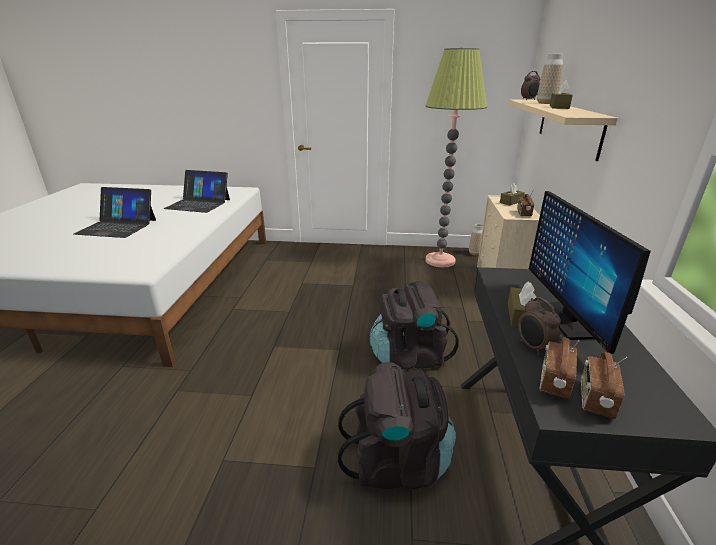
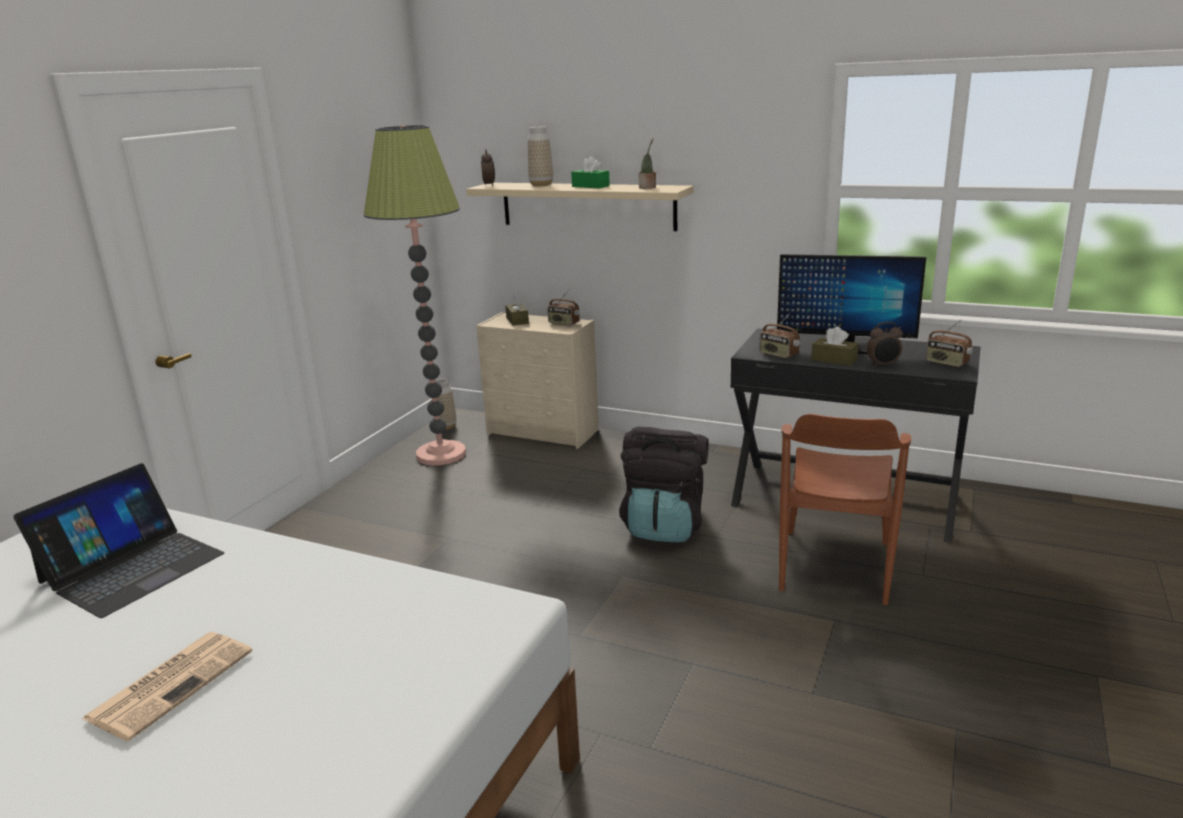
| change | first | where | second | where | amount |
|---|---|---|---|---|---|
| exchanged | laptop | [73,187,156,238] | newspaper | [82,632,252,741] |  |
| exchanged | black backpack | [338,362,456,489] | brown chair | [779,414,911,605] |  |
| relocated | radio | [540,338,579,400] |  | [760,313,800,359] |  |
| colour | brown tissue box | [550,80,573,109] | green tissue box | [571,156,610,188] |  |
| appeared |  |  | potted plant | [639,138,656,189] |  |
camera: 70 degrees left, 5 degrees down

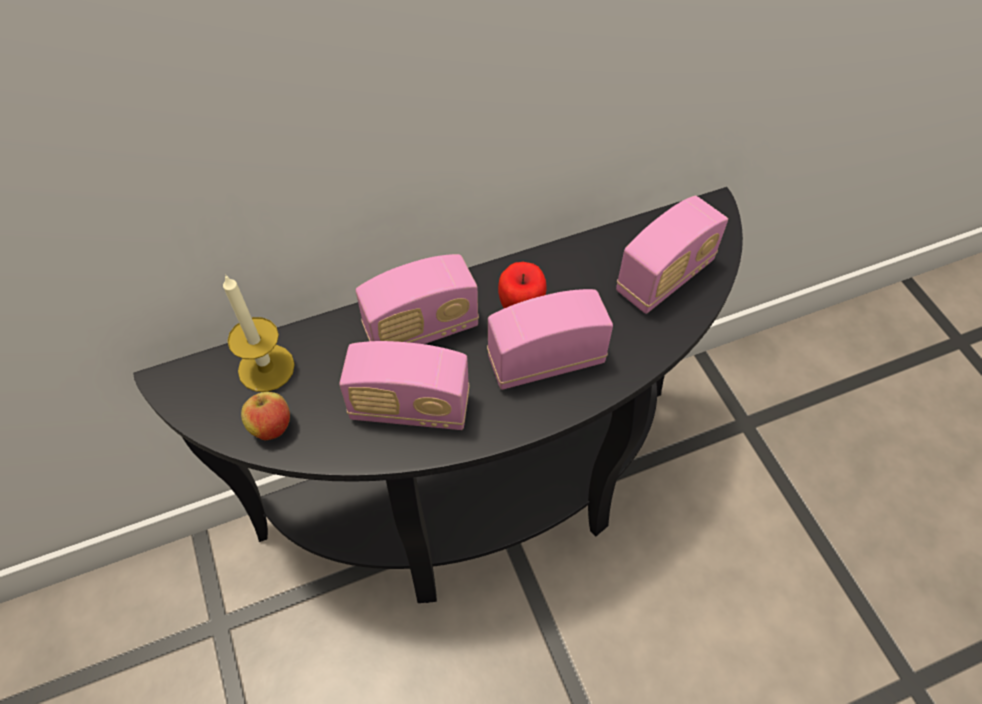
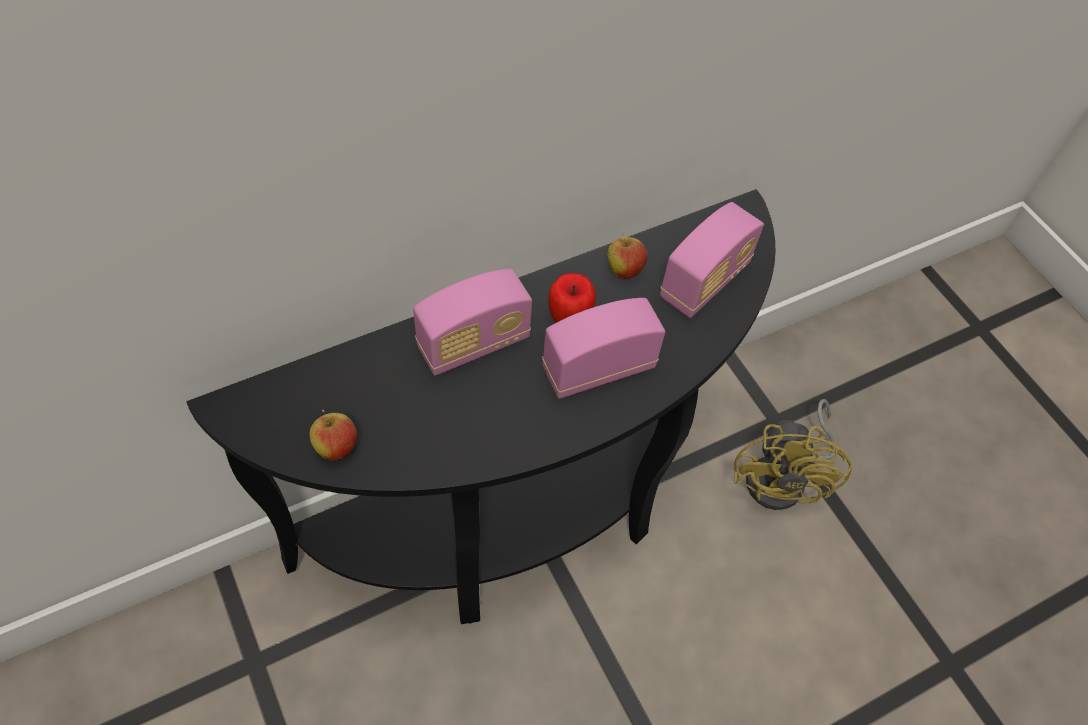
| change | first | where | second | where | amount |
|---|---|---|---|---|---|
| missing | candle | [223,274,295,392] |  |  |  |
| missing | radio | [339,341,470,430] |  |  |  |
| appeared |  |  | apple | [607,232,648,279] |  |
| appeared |  |  | yellow fan | [734,399,852,510] |  |
camera: 10 degrees left, 0 degrees up

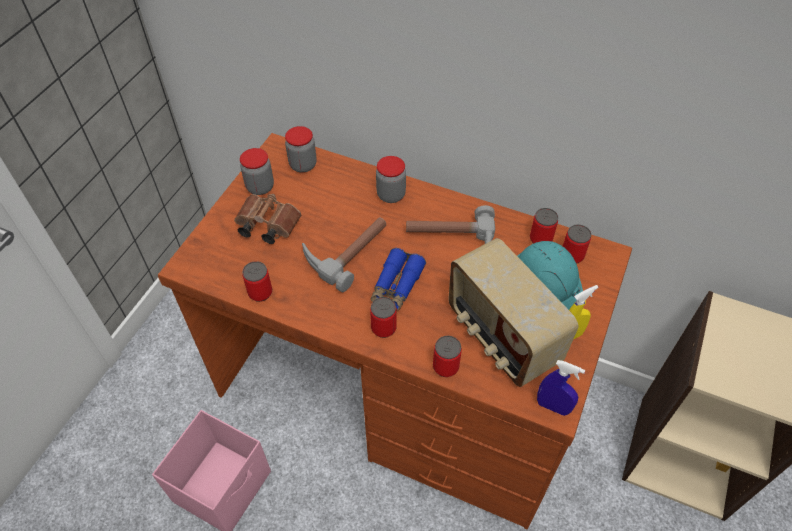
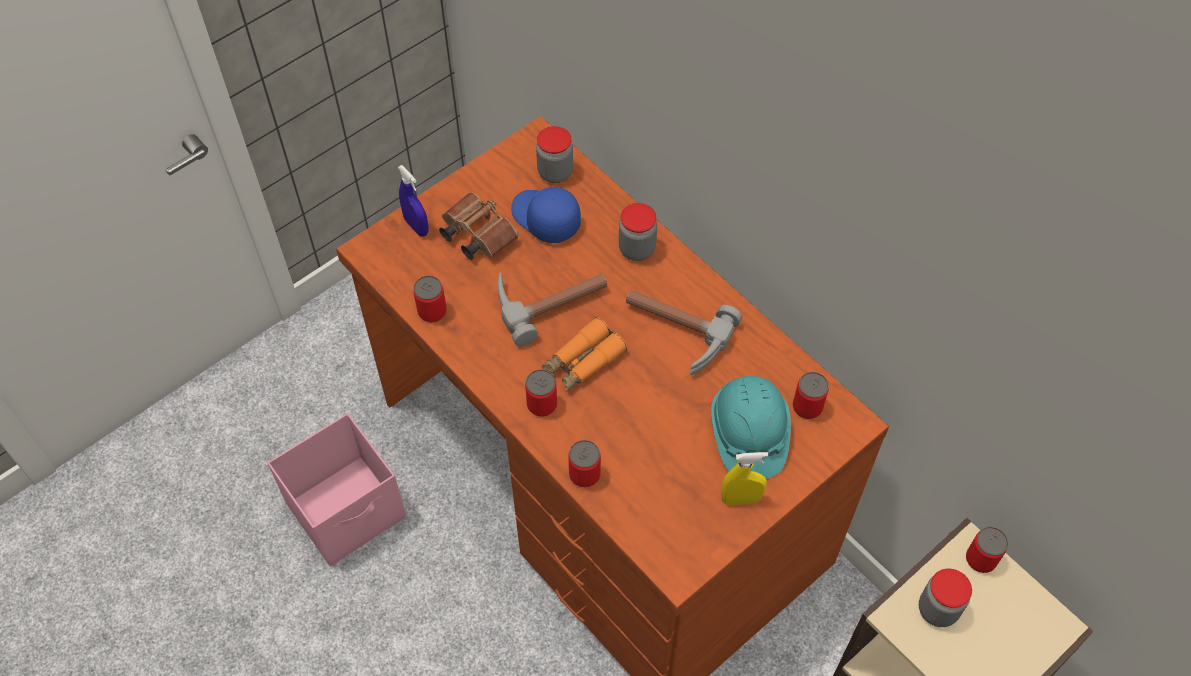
| change | first | where | second | where | amount |
|---|---|---|---|---|---|
| relocated | jar | [240,148,274,195] |  | [919,569,972,627] |  |
| colour | blue binoculars | [371,248,426,311] | orange binoculars | [542,317,627,391] |  |
| missing | radio | [448,238,579,387] |  |  |  |
| relocated | can | [530,208,558,244] |  | [966,527,1008,573] |  |
| relocated | blue spray bottle | [537,360,585,416] |  | [398,165,429,237] |  |
| appeared |  |  | blue cap | [511,187,581,243] |  |
camera: 25 degrees right, 5 degrees up

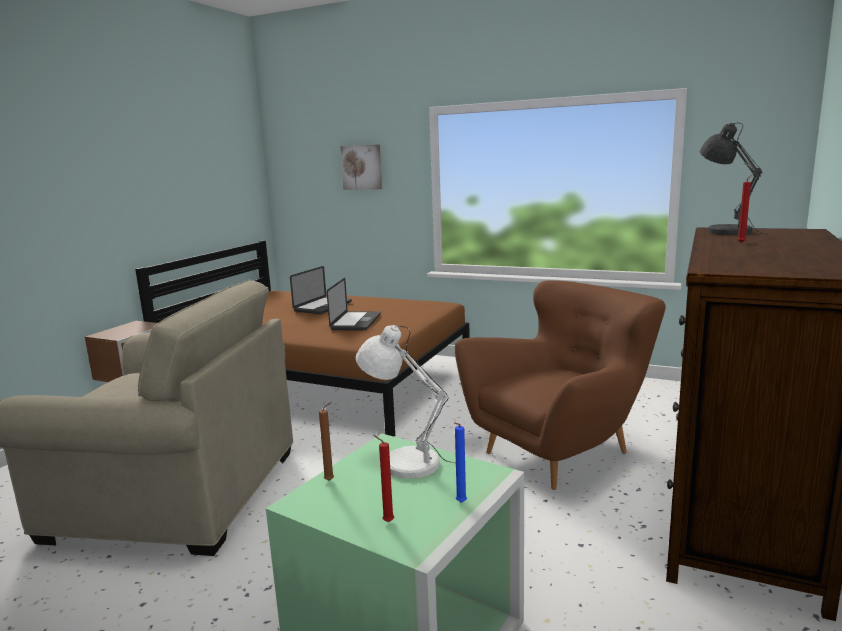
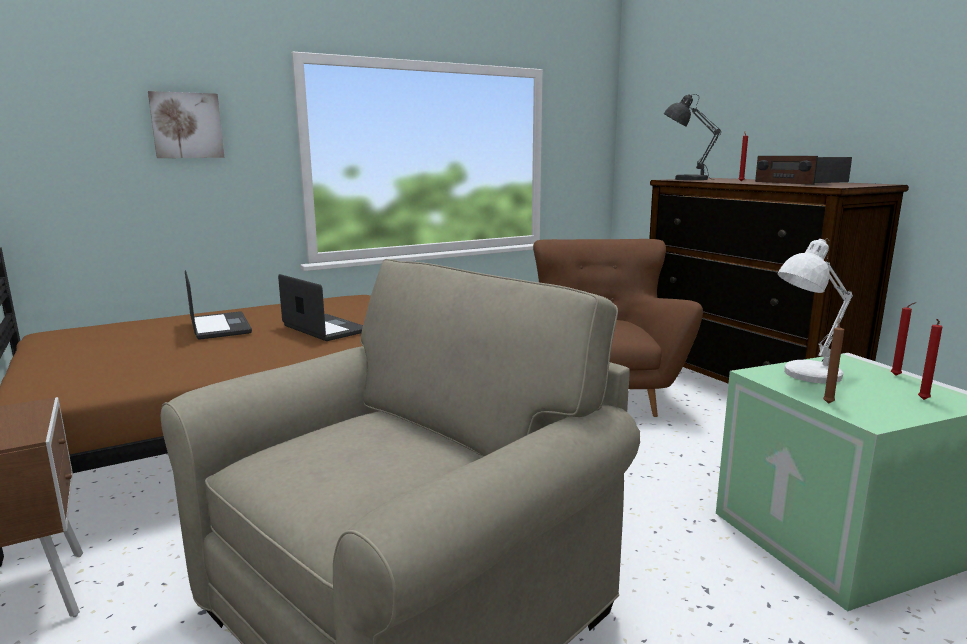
| change | first | where | second | where | amount |
|---|---|---|---|---|---|
| colour | blue candle | [454,422,467,503] | red candle | [891,302,917,376] |  |
| appeared |  |  | radio | [755,156,852,185] |  |
camera: 55 degrees left, 0 degrees up

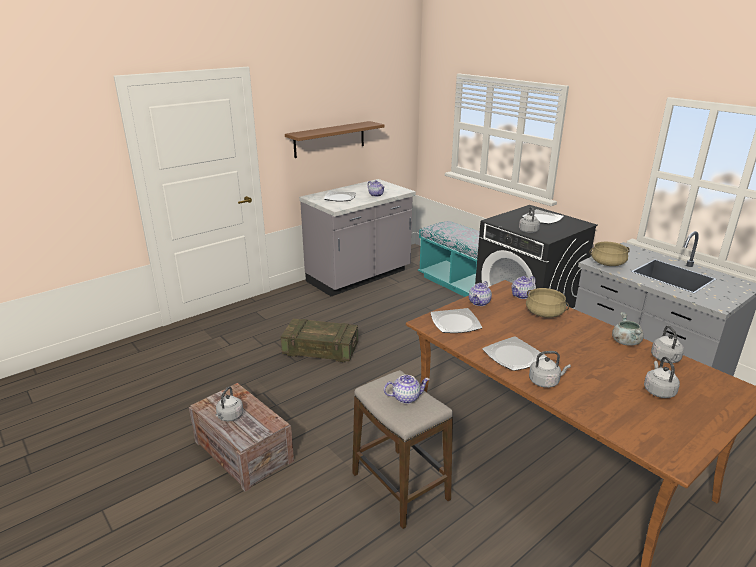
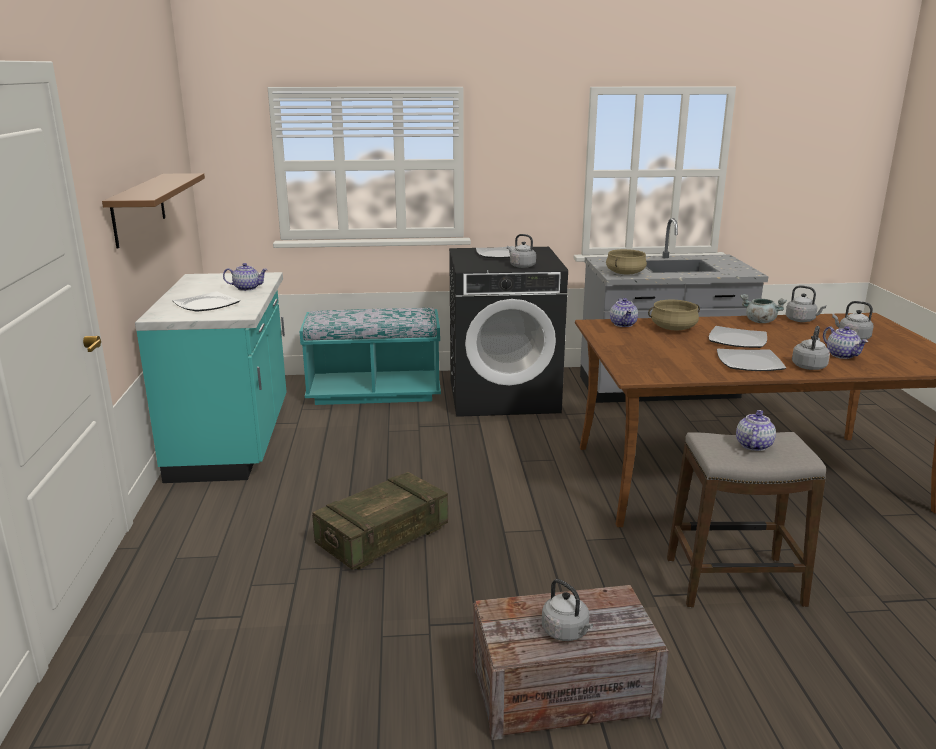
| change | first | where | second | where | amount |
|---|---|---|---|---|---|
| colour | grey counter | [299,179,416,296] | turquoise counter | [135,272,287,483] |  |
| relocated | plate | [430,308,482,333] |  | [709,326,767,348] |  |
| relocated | teapot | [469,281,492,306] |  | [823,326,868,359] |  |
camera: 55 degrees left, 5 degrees down

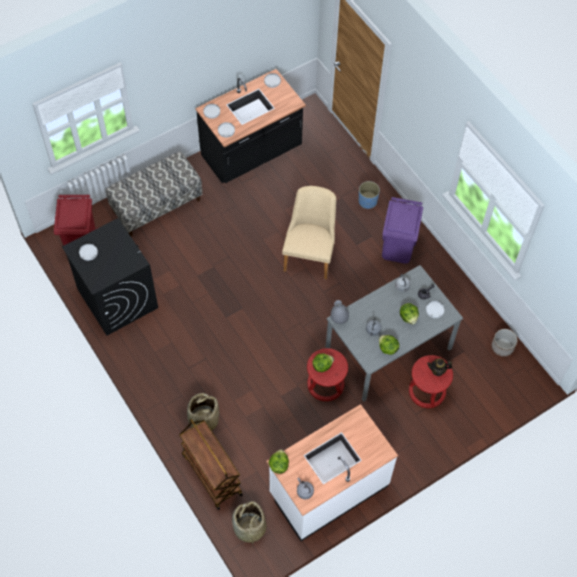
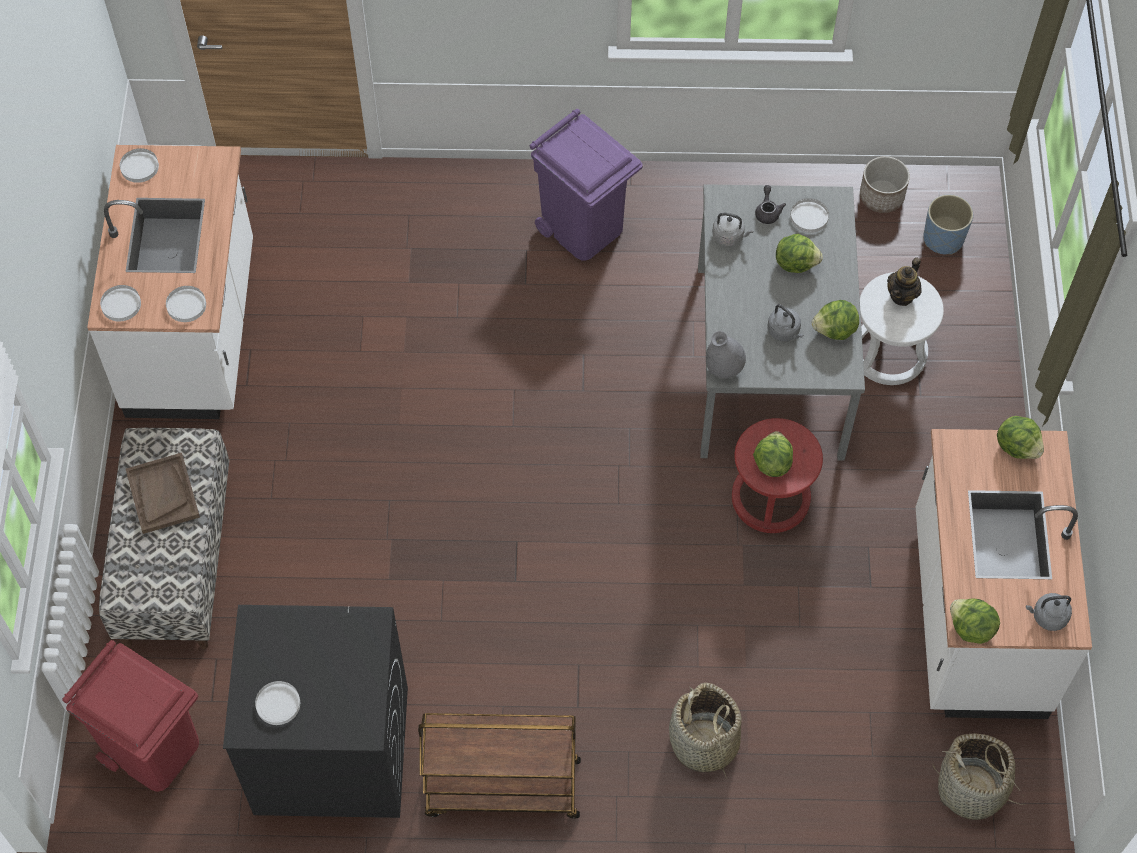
| change | first | where | second | where | amount |
|---|---|---|---|---|---|
| relocated | brown cart | [179,419,243,510] |  | [418,713,581,819] |  |
| colour | black counter | [195,69,306,183] | white counter | [87,145,253,419] |  |
| missing | beige chair | [282,186,336,280] |  |  |  |
| relocated | blue planter | [359,181,380,209] |  | [924,194,973,255] |  |
| colour | red stool | [409,355,453,408] | white stool | [860,272,944,385] |  |
| appeared |  |  | brown tray | [126,453,200,534] |  |
| appeared |  |  | lettuce | [997,416,1044,459] |  |
camera: 55 degrees left, 0 degrees up

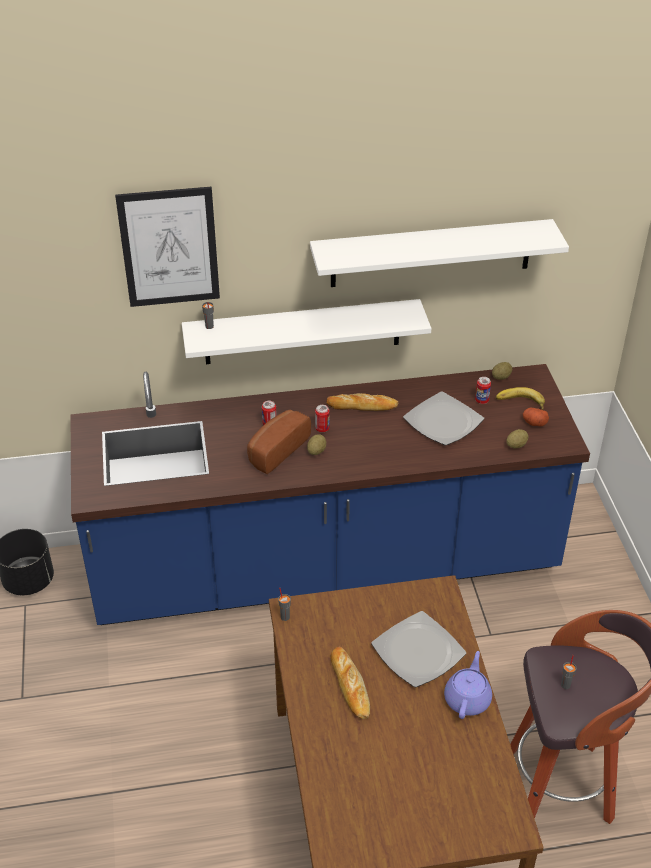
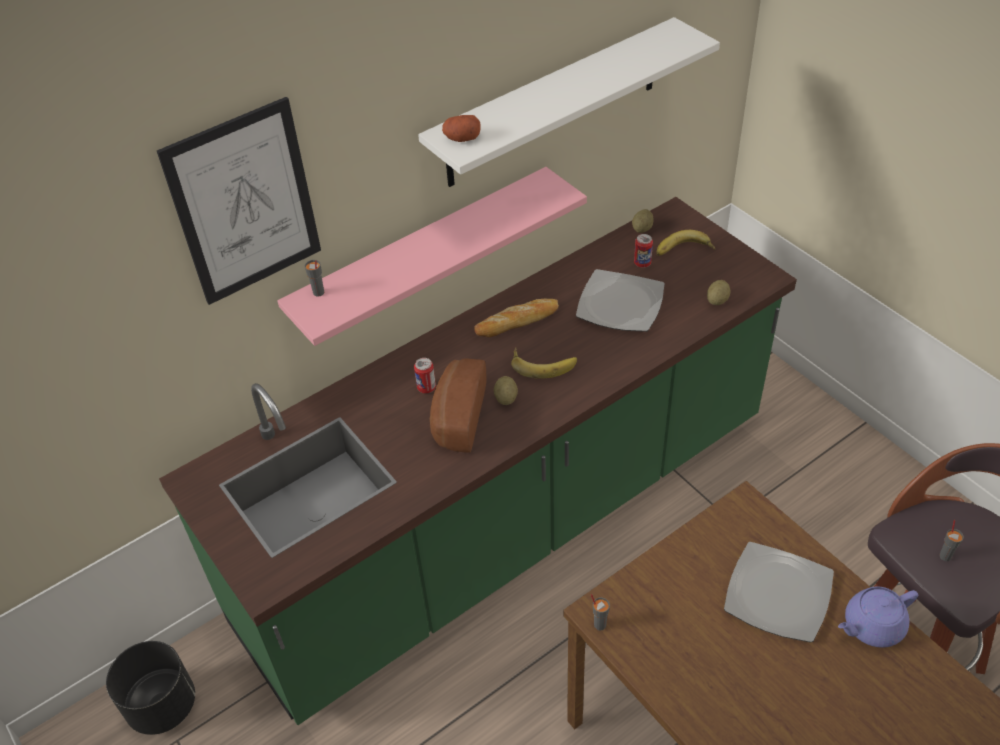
| change | first | where | second | where | amount |
|---|---|---|---|---|---|
| colour | blue counter | [71,364,590,625] | green counter | [159,197,797,725] |  |
| colour | white shelf | [182,299,431,364] | pink shelf | [278,167,587,346] |  |
| missing | can | [315,405,330,432] |  |  |  |
| missing | bread | [331,647,370,719] |  |  |  |
| spun | purple teapot | [444,651,492,719] |  | [838,586,918,648] | 105 degrees counterclockwise |
| relocated | potato | [523,408,549,426] |  | [442,115,481,142] |  |
| appeared |  |  | banana | [511,348,577,379] |  |
camera: 25 degrees left, 5 degrees up

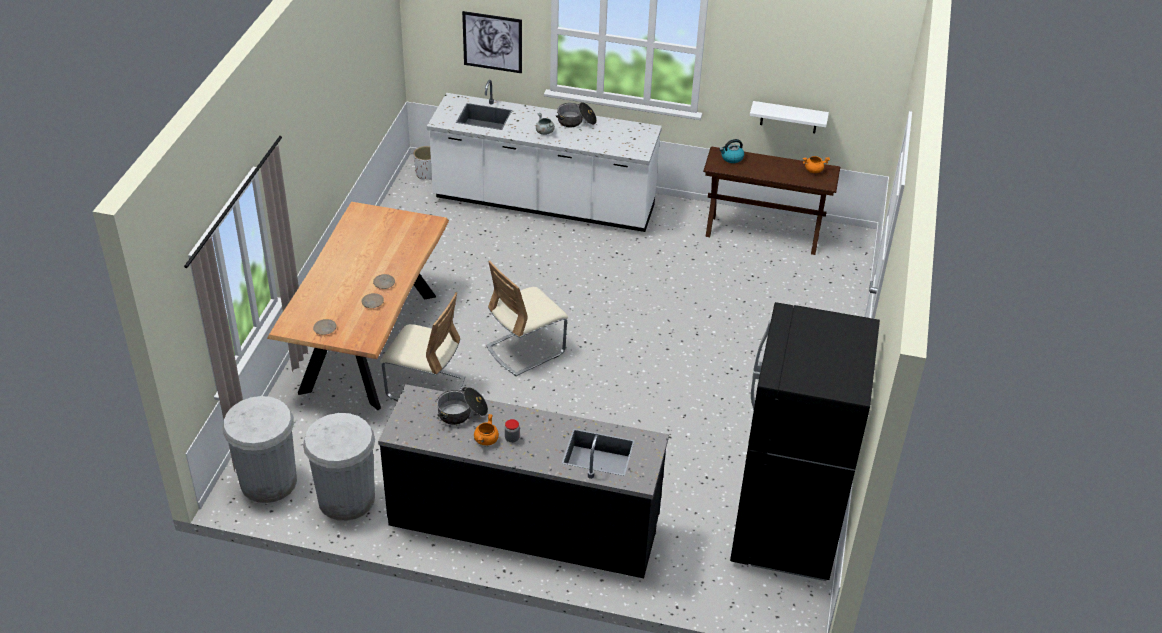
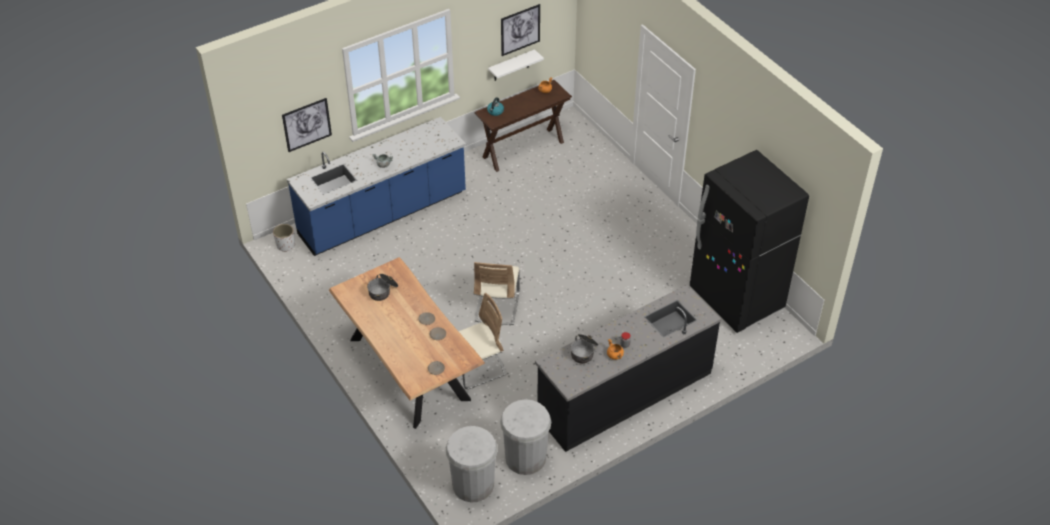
| change | first | where | second | where | amount |
|---|---|---|---|---|---|
| colour | white counter | [427,80,662,232] | blue counter | [287,117,466,256] |  |
| relocated | cooking pot | [556,102,597,127] |  | [367,274,398,301] |  |
| appeared |  |  | picture | [501,4,540,56] |  |
camera: 45 degrees left, 5 degrees up

